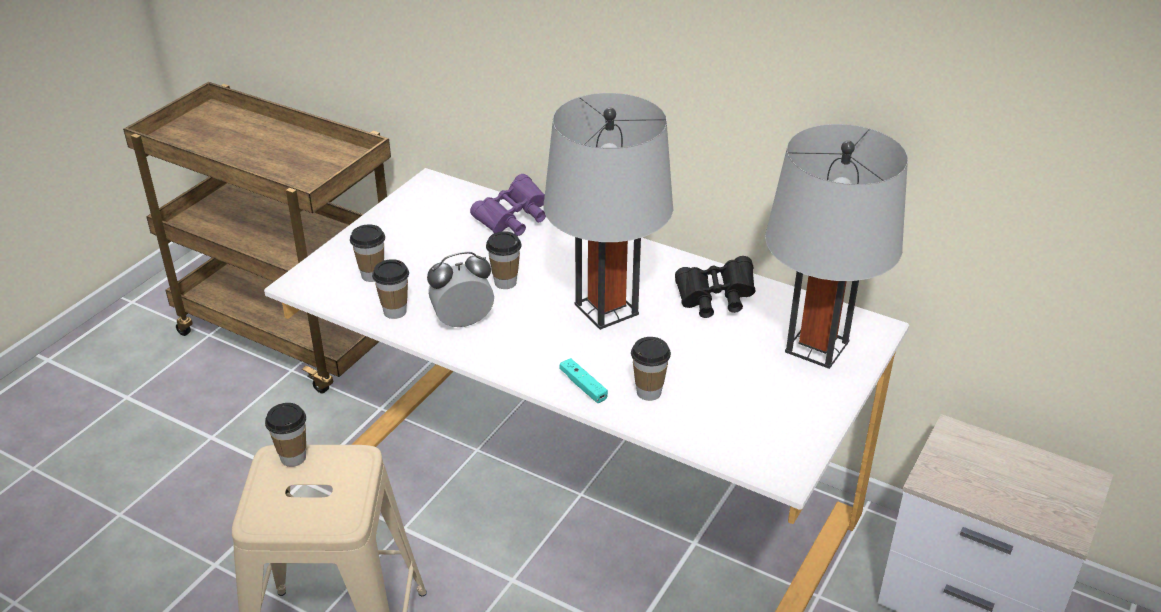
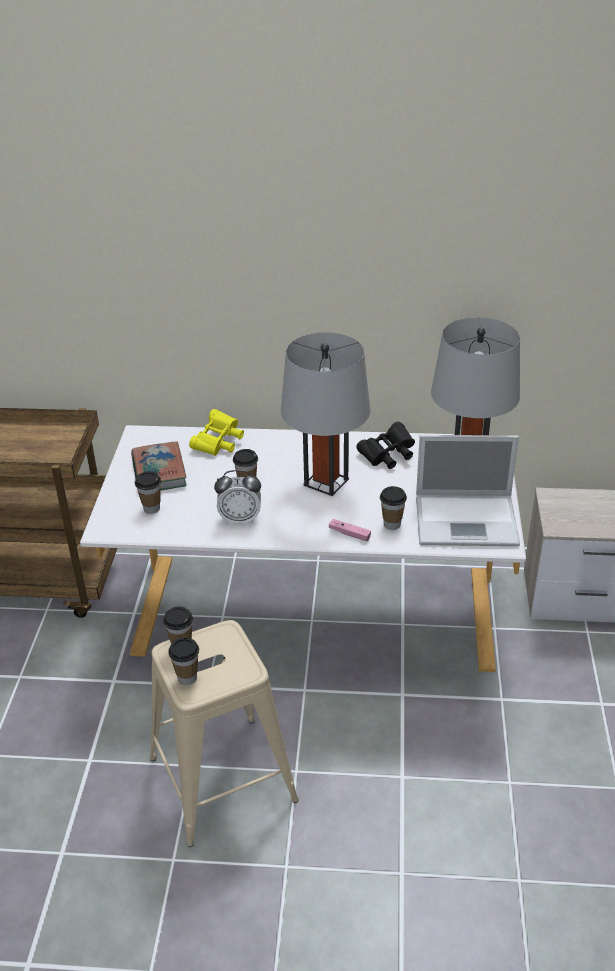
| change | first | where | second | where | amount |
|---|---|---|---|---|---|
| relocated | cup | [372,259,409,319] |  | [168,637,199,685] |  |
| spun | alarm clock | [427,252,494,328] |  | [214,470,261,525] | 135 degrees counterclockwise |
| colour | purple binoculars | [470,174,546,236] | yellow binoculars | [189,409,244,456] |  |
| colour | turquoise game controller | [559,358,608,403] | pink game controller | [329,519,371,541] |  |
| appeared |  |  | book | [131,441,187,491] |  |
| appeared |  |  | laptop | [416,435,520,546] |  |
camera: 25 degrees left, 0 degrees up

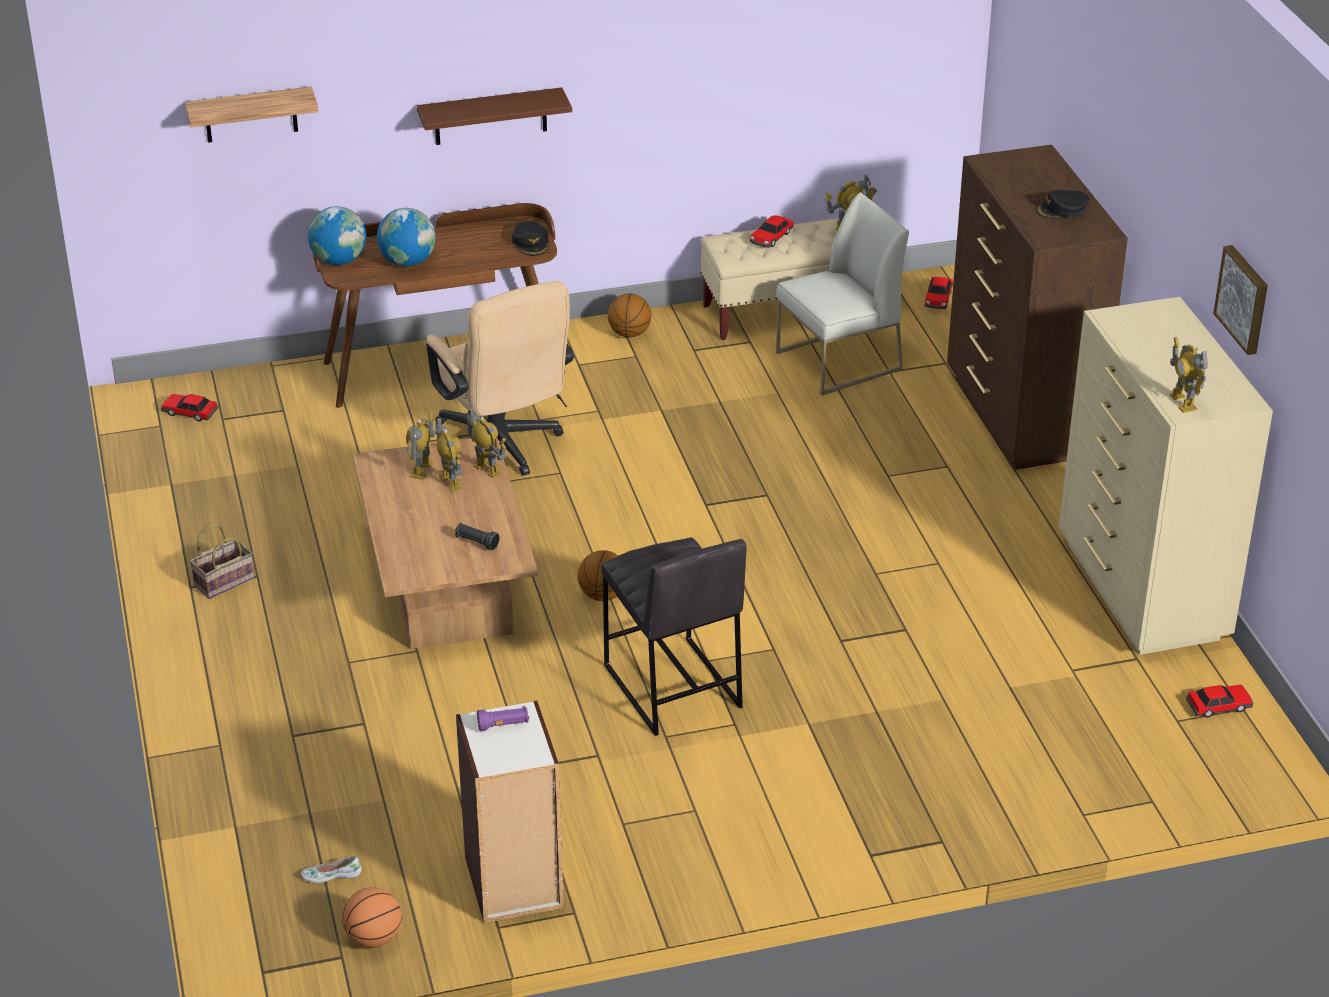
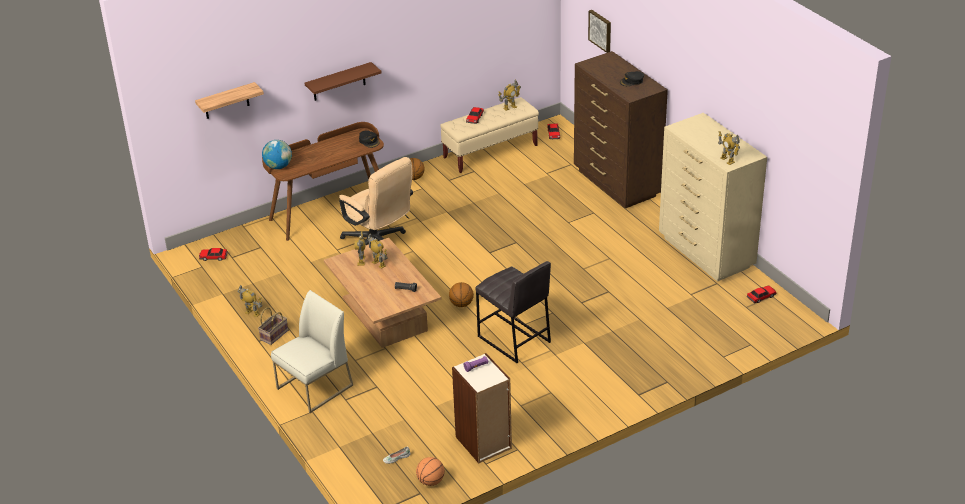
| change | first | where | second | where | amount |
|---|---|---|---|---|---|
| missing | globe | [377,208,436,266] |  |  |  |
| relocated | toy robot | [465,407,506,478] |  | [238,285,262,317] |  |
| relocated | white chair | [776,192,909,395] |  | [271,290,353,413] |  |
| relocated | picture | [1213,245,1268,355] |  | [588,10,611,53] |  |
camera: 15 degrees left, 0 degrees up

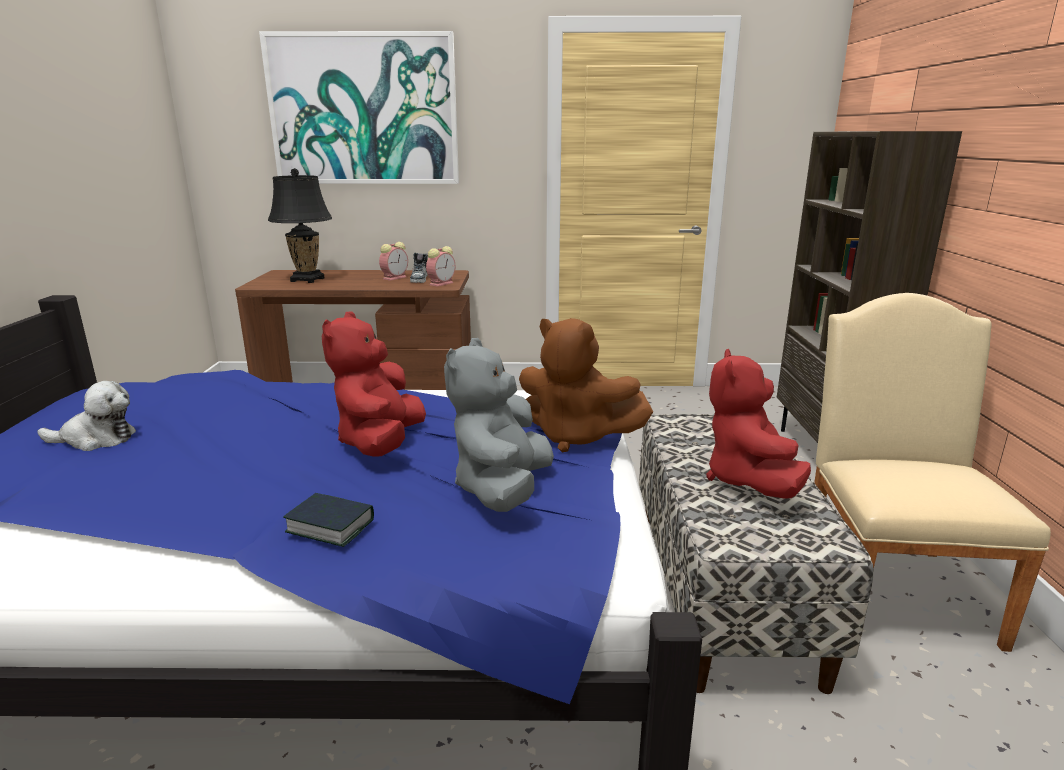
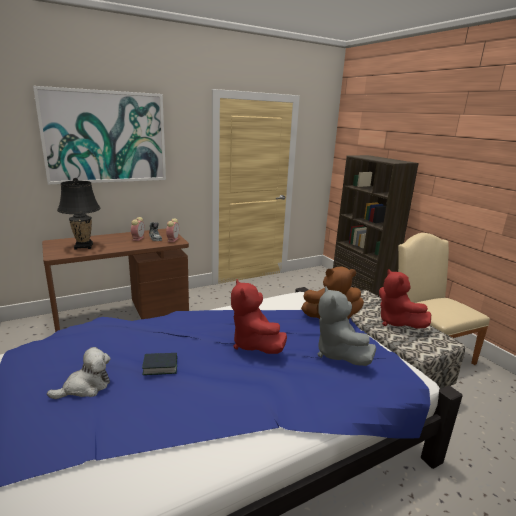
| change | first | where | second | where | amount |
|---|---|---|---|---|---|
| relocated | book | [283,493,374,547] |  | [142,353,177,375] |  |
camera: 30 degrees left, 0 degrees up

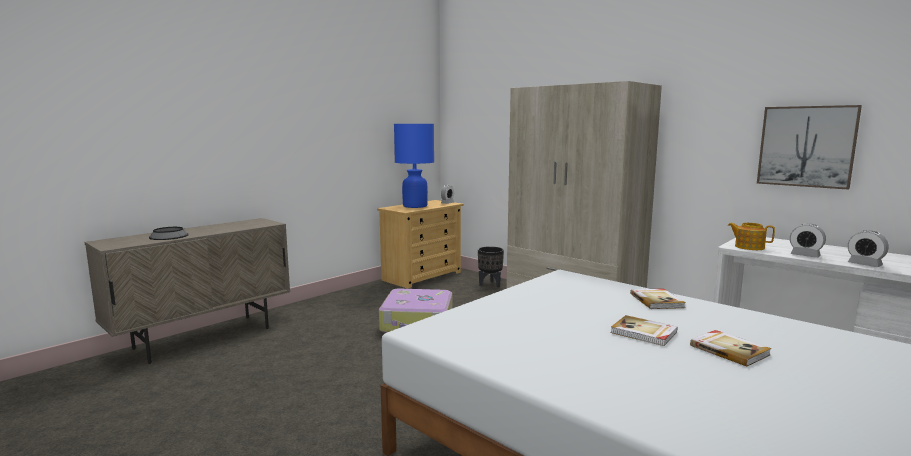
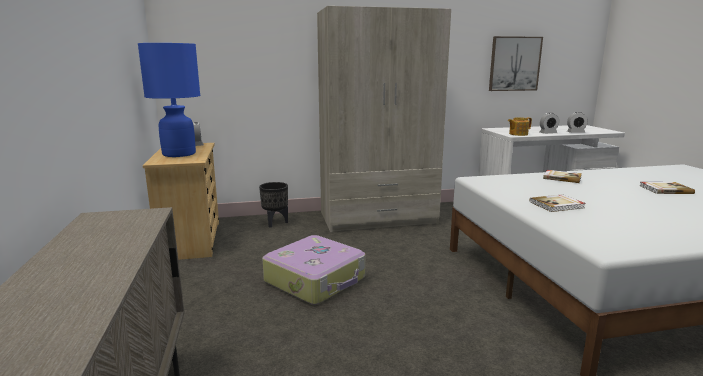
| change | first | where | second | where | amount |
|---|---|---|---|---|---|
| missing | bowl | [149,227,189,240] |  |  |  |
| relocated | book | [611,315,677,346] |  | [529,194,586,212] |  |
camera: 55 degrees left, 5 degrees up

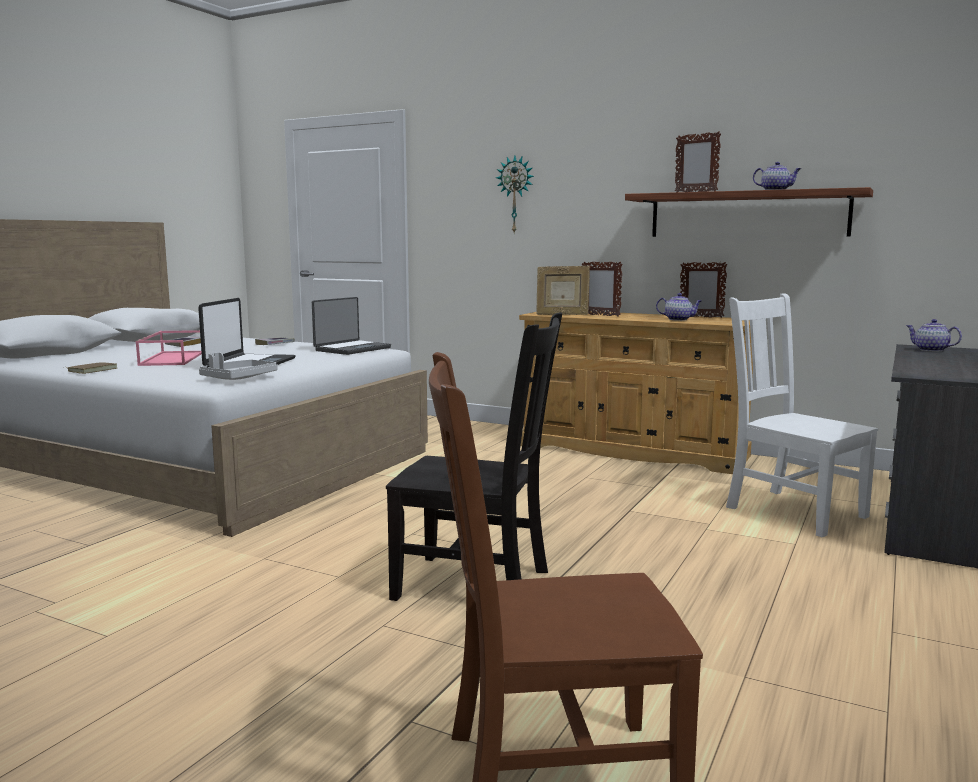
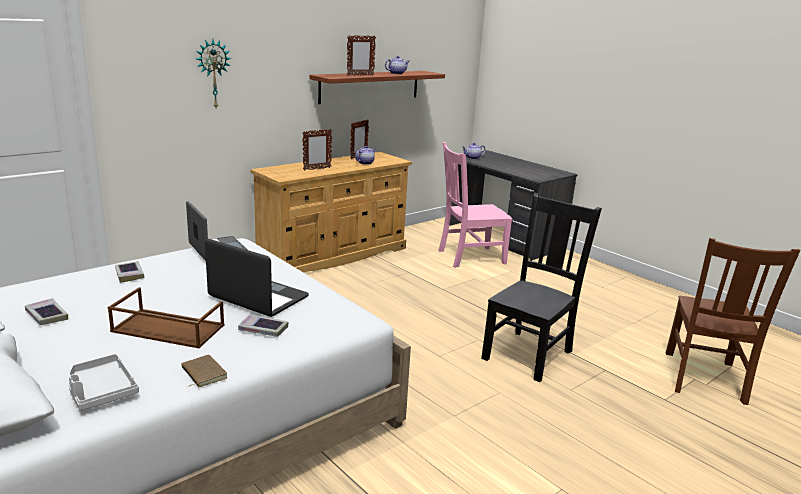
| change | first | where | second | where | amount |
|---|---|---|---|---|---|
| colour | pink tray | [136,330,202,366] | brown tray | [107,287,225,348] |  |
| relocated | grey tray | [199,352,278,380] |  | [68,354,139,410] |  |
| missing | picture frame | [536,266,590,315] |  |  |  |
| colour | white chair | [726,293,878,537] | pink chair | [439,142,512,268] |  |
| appeared |  |  | book | [238,314,288,337] |  |
camera: 70 degrees left, 10 degrees up

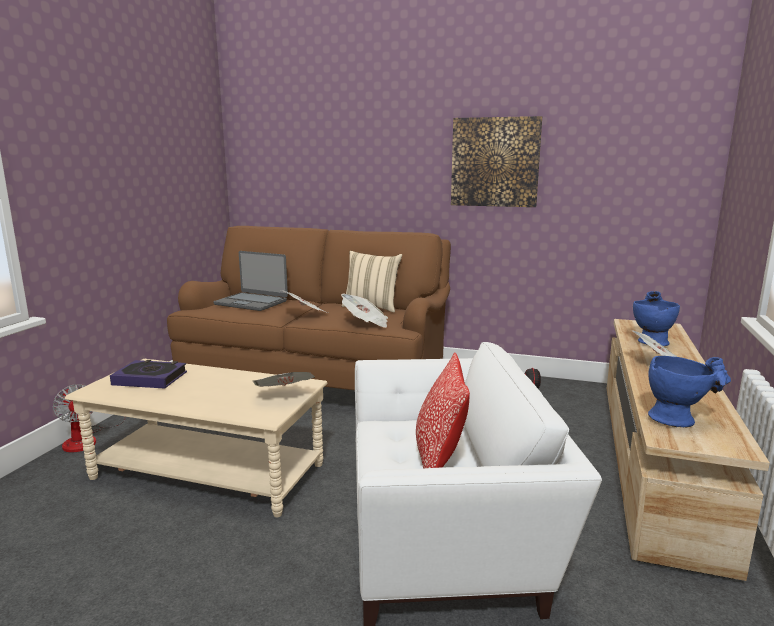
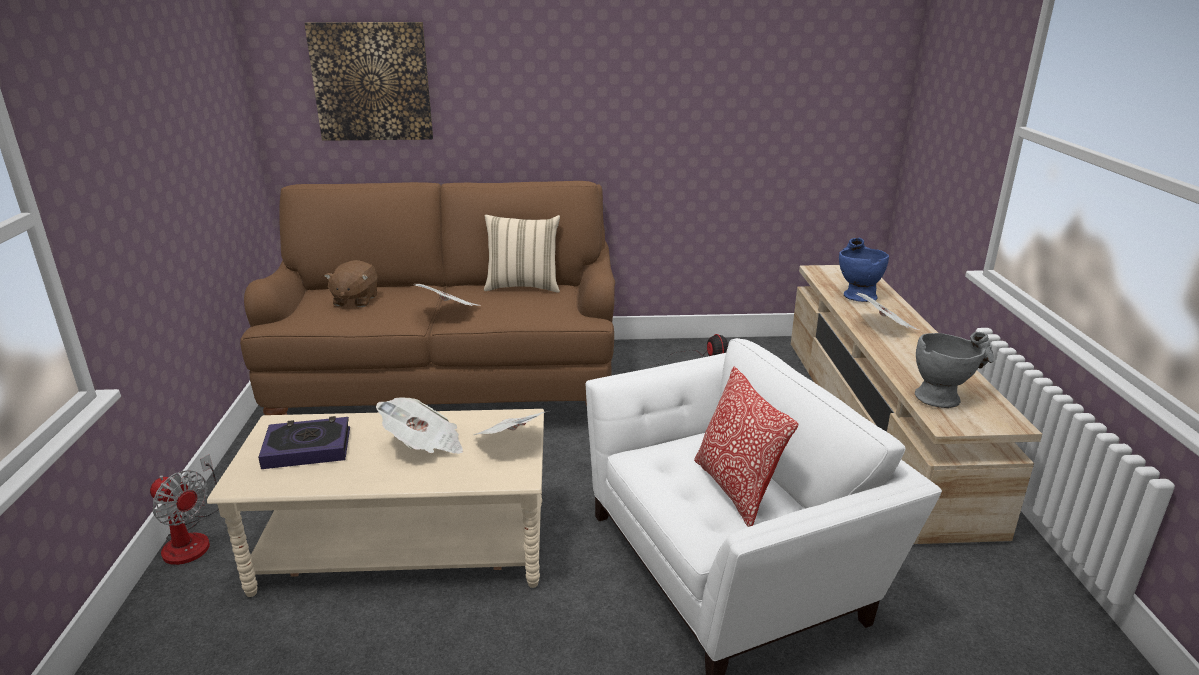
| change | first | where | second | where | amount |
|---|---|---|---|---|---|
| exchanged | laptop | [214,251,288,311] | brown plush toy | [324,260,378,307] |  |
| relocated | newspaper | [341,294,388,328] |  | [376,398,463,454] |  |
| relocated | picture | [451,116,542,207] |  | [304,22,433,141] |  |
| colour | blue vase | [648,356,731,427] | grey vase | [915,332,994,408] |  |
camera: 20 degrees left, 10 degrees up

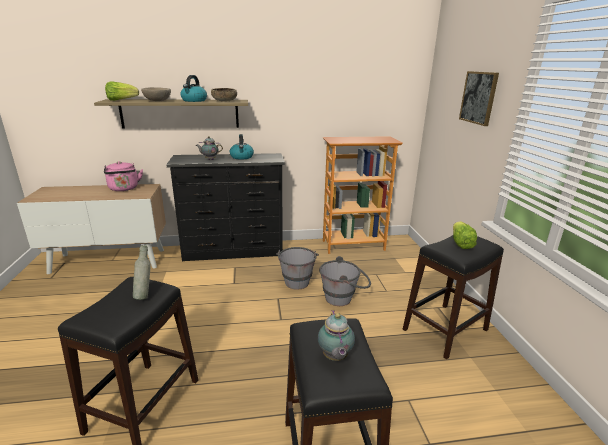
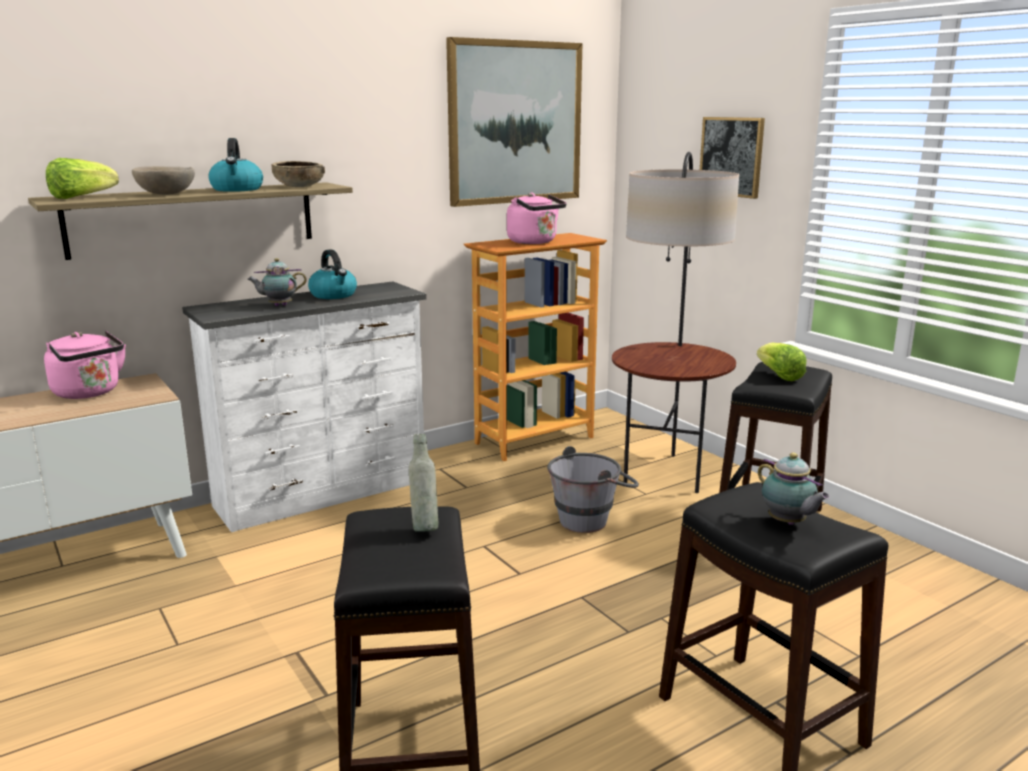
| change | first | where | second | where | amount |
|---|---|---|---|---|---|
| colour | black dresser | [166,153,285,261] | white dresser | [182,281,426,532] |  |
| missing | grey bucket | [276,247,319,290] |  |  |  |
| appeared |  |  | picture | [446,37,583,207] |  |
| appeared |  |  | pink kettle | [507,193,567,244] |  |
| appeared |  |  | floor lamp | [612,152,739,493] |  |
camera: 25 degrees left, 5 degrees down

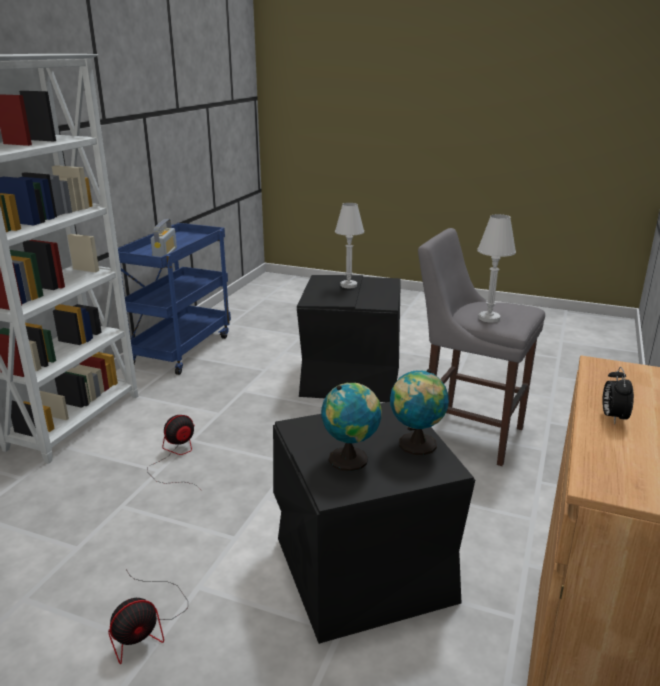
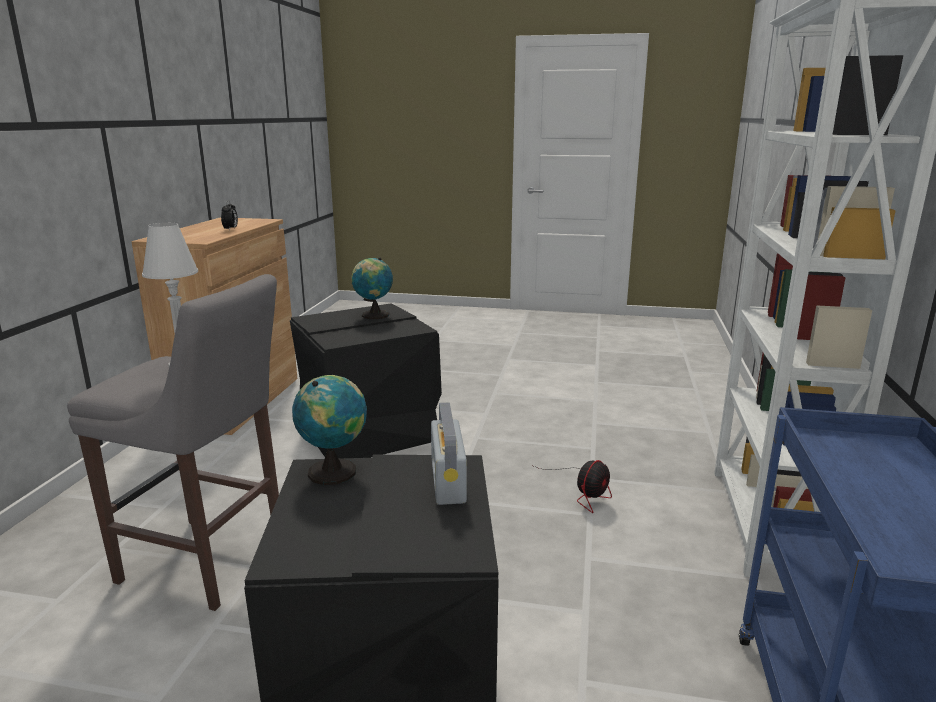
| change | first | where | second | where | amount |
|---|---|---|---|---|---|
| missing | fan | [108,569,188,664] |  |  |  |
| relocated | radio | [151,219,177,257] |  | [431,402,467,505] |  |
| missing | white table lamp | [335,203,364,288] |  |  |  |
| relocated | globe | [390,369,449,455] |  | [292,375,367,485] |  |
camera: 170 degrees right, 5 degrees down

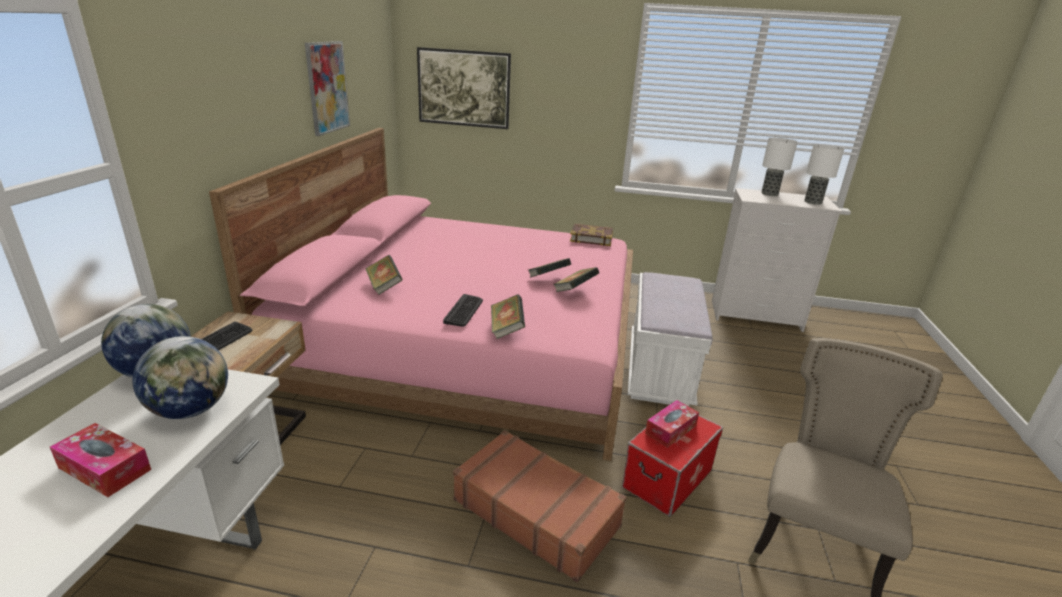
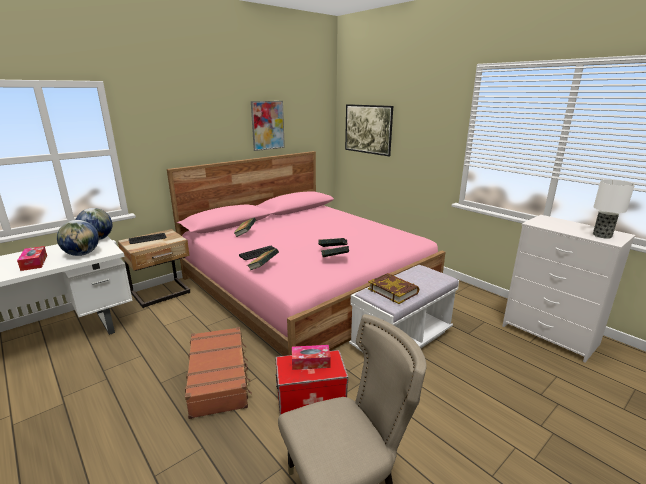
| change | first | where | second | where | amount |
|---|---|---|---|---|---|
| relocated | book | [570,224,613,246] |  | [368,273,419,304] |  |
| missing | table lamp | [761,138,797,196] |  |  |  |
camera: 40 degrees right, 5 degrees down

